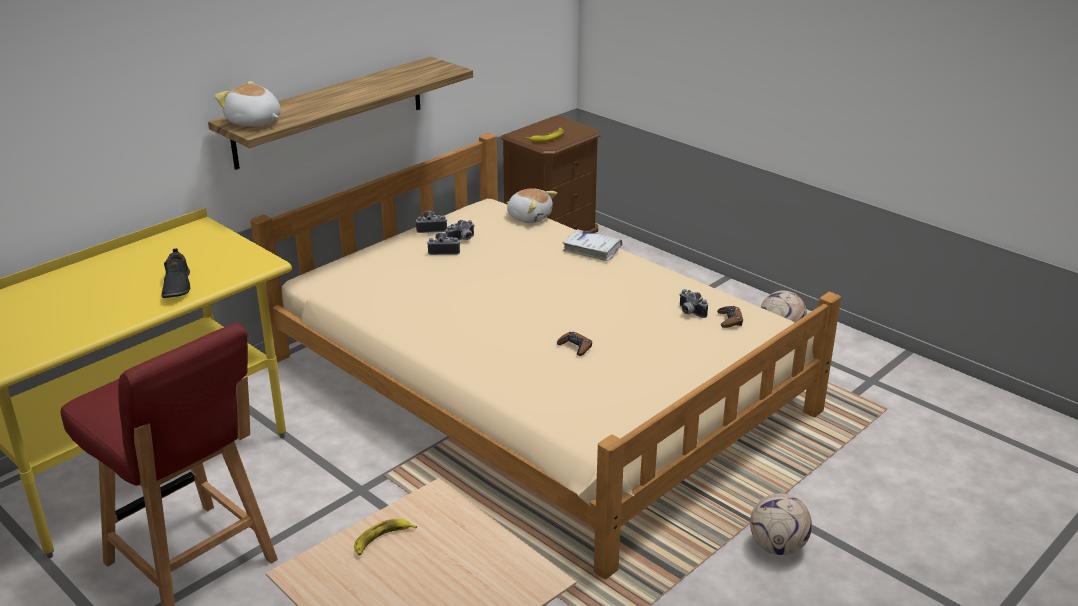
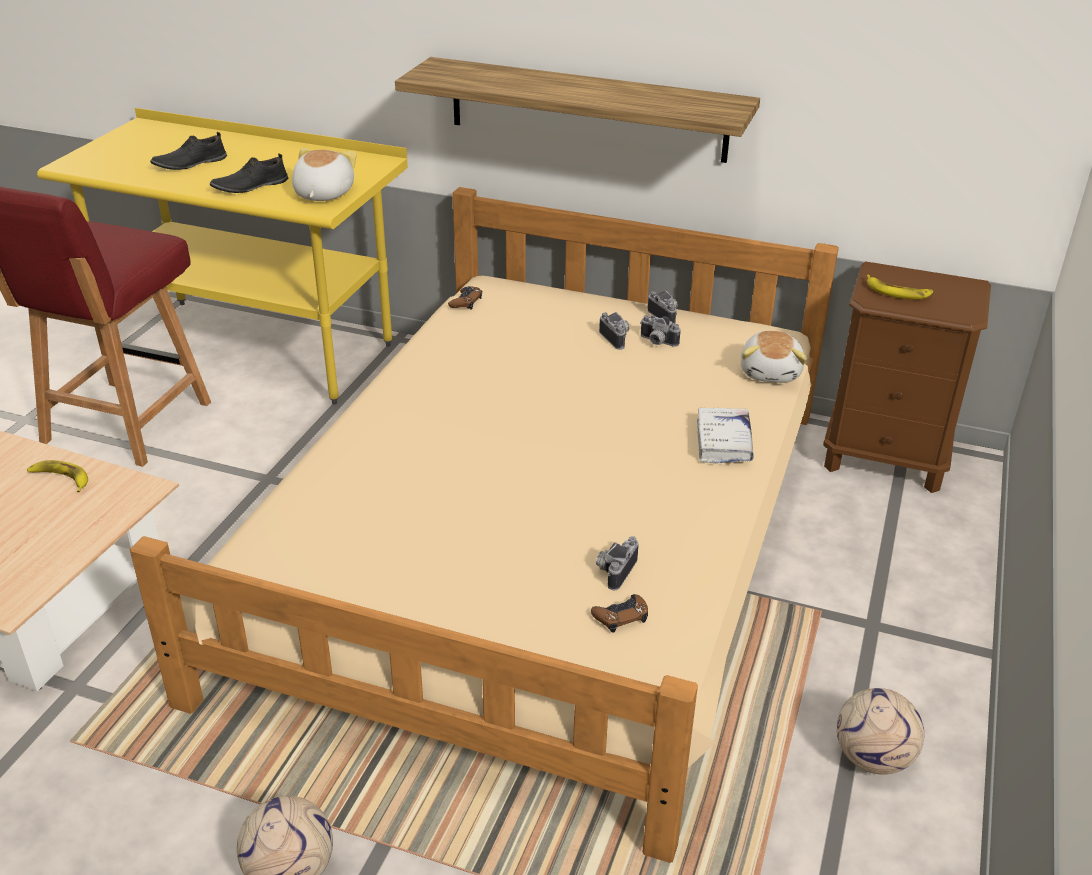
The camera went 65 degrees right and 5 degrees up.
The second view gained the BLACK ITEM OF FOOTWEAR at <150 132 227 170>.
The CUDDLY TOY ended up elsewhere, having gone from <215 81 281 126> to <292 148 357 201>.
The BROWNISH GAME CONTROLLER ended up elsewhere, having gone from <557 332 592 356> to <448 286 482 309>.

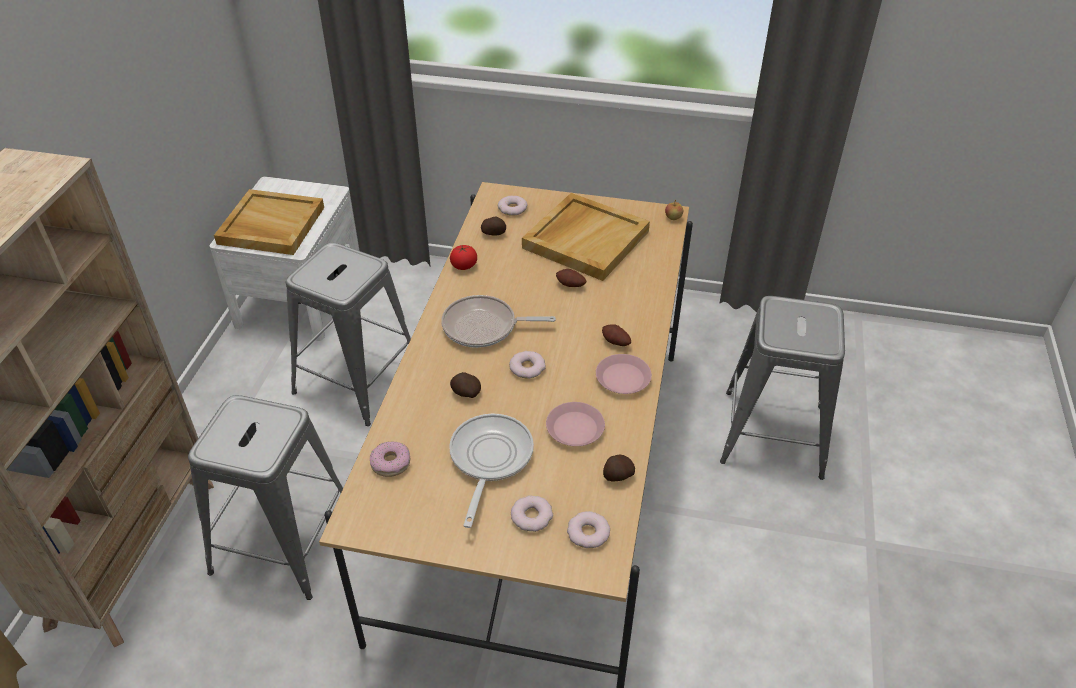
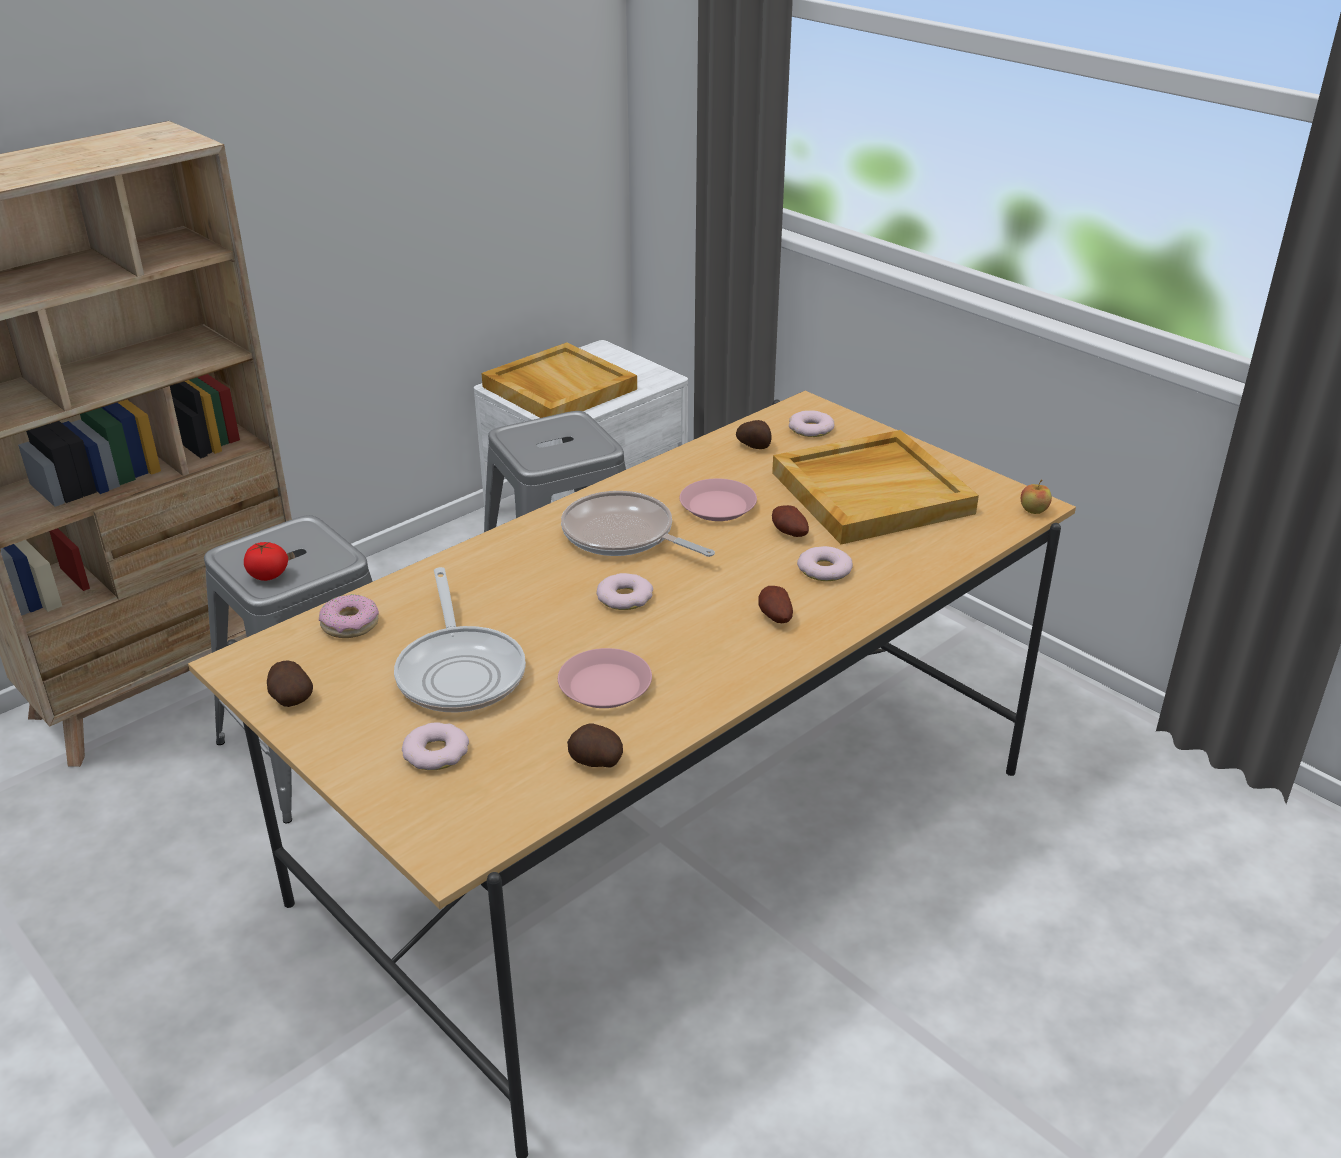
The camera went 35 degrees right and 10 degrees down.
The FRESH TOMATO ended up elsewhere, having gone from <450 245 477 270> to <244 542 288 581>.
The SPUD ended up elsewhere, having gone from <450 372 481 398> to <267 660 313 707>.
The SKILLET at <449 414 534 528> ended up facing another way, 120 degrees clockwise from before.
The PINKISH DINNER PLATE ended up elsewhere, having gone from <596 354 652 394> to <679 478 757 521>.
The RING DOUGHNUT ended up elsewhere, having gone from <567 511 610 548> to <797 546 853 581>.
The second view lost the GREYISH STOOL at <720 296 845 480>.

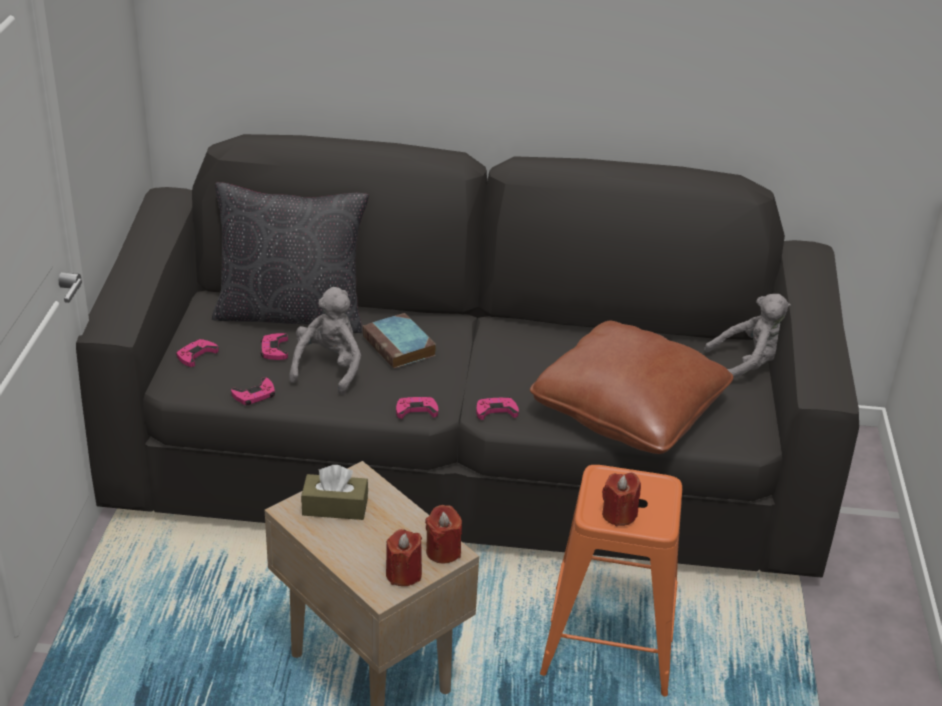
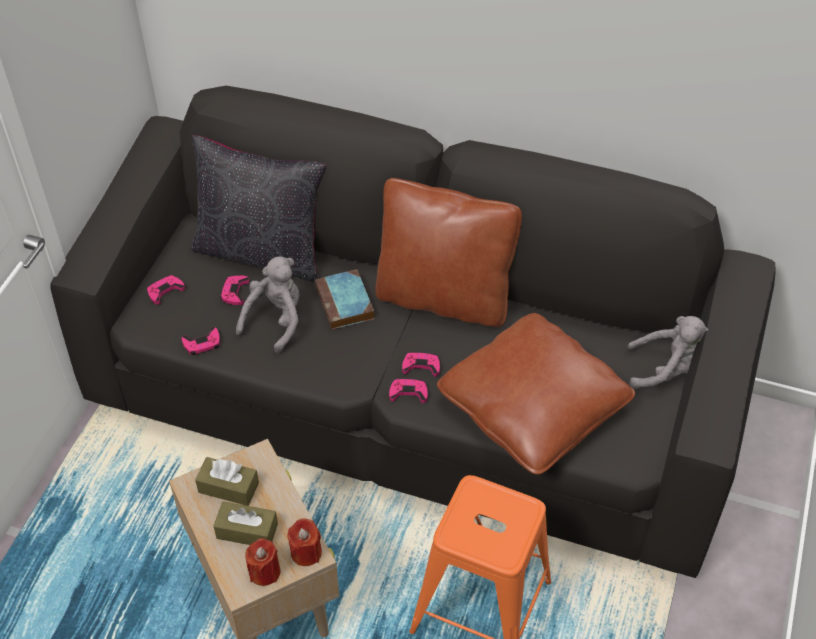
The camera went 15 degrees right and 15 degrees up.
The second view gained the BROWNISH BOX OF TISSUES at <214 501 278 545>.
The second view gained the BROWNISH CUSHION at <375 178 522 327>.
The PINKISH GAME CONTROLLER ended up elsewhere, having gone from <396 396 438 419> to <402 352 440 377>.
The second view lost the RED WAX CANDLE at <602 473 641 527>.

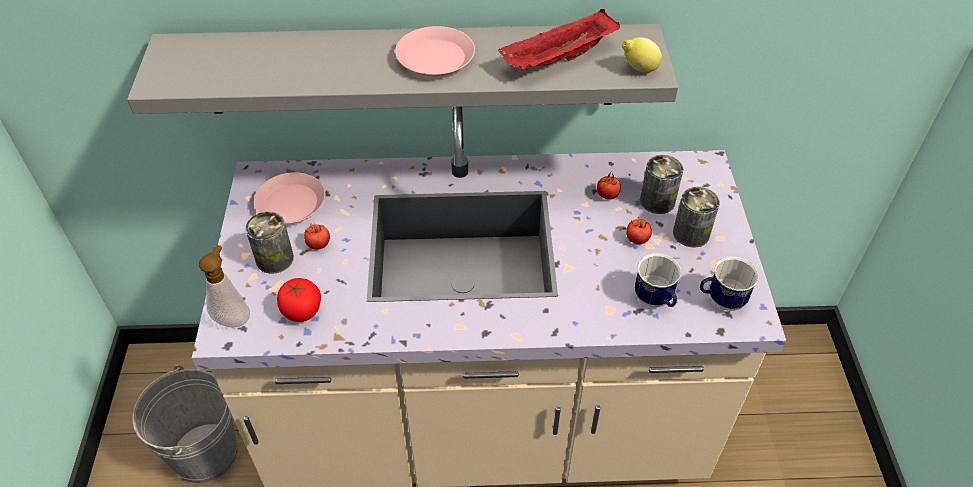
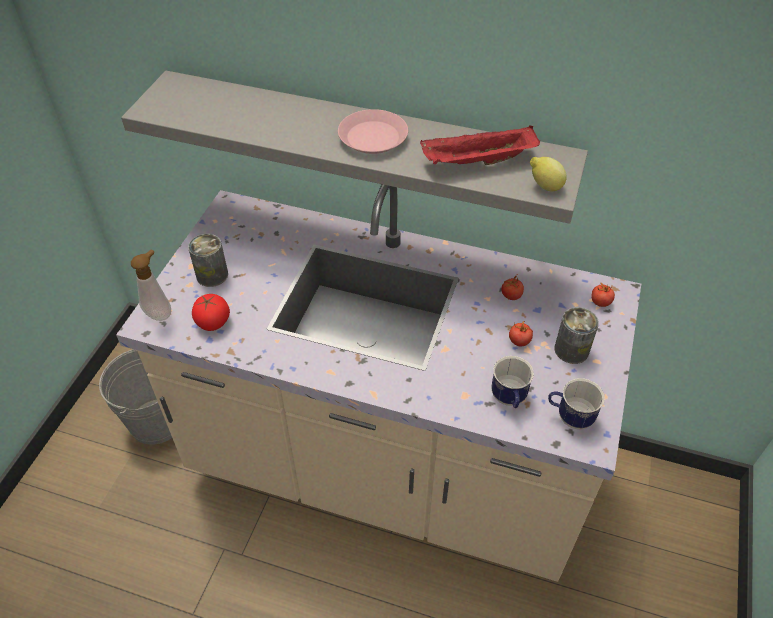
The camera went 20 degrees right and 0 degrees up.
The FRESH TOMATO ended up elsewhere, having gone from <304 223 330 250> to <592 282 615 307>.
The second view lost the PINKISH DINNER PLATE at <254 172 325 224>.
The second view lost the METAL CAN at <640 155 683 214>.

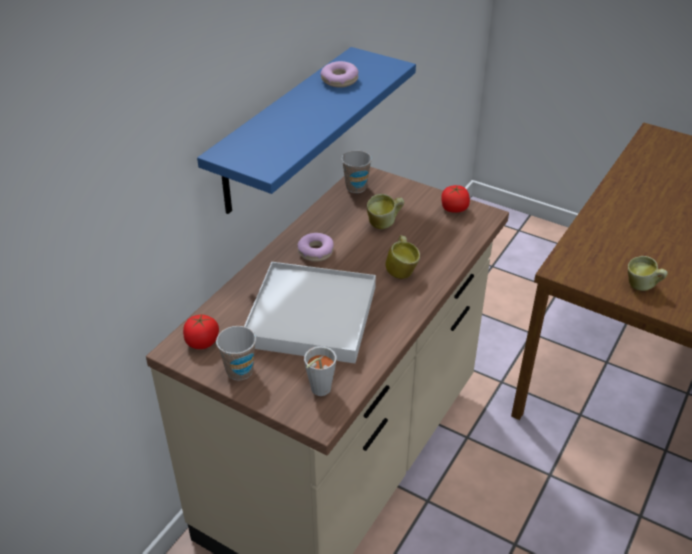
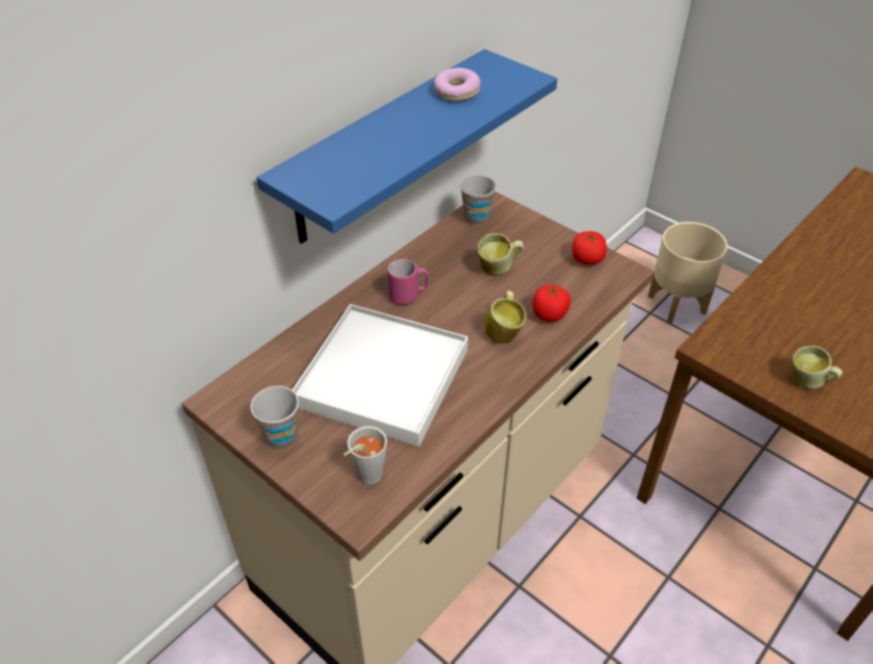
The camera went 10 degrees right and 5 degrees up.
Where the RING DOUGHNUT stood at <297 233 334 262>, the PINKISH COFFEE MUG came to stand at <387 259 429 305>.
The FRESH TOMATO ended up elsewhere, having gone from <183 314 219 349> to <532 284 571 322>.
The second view gained the BEIGE PLANTER at <648 222 728 324>.

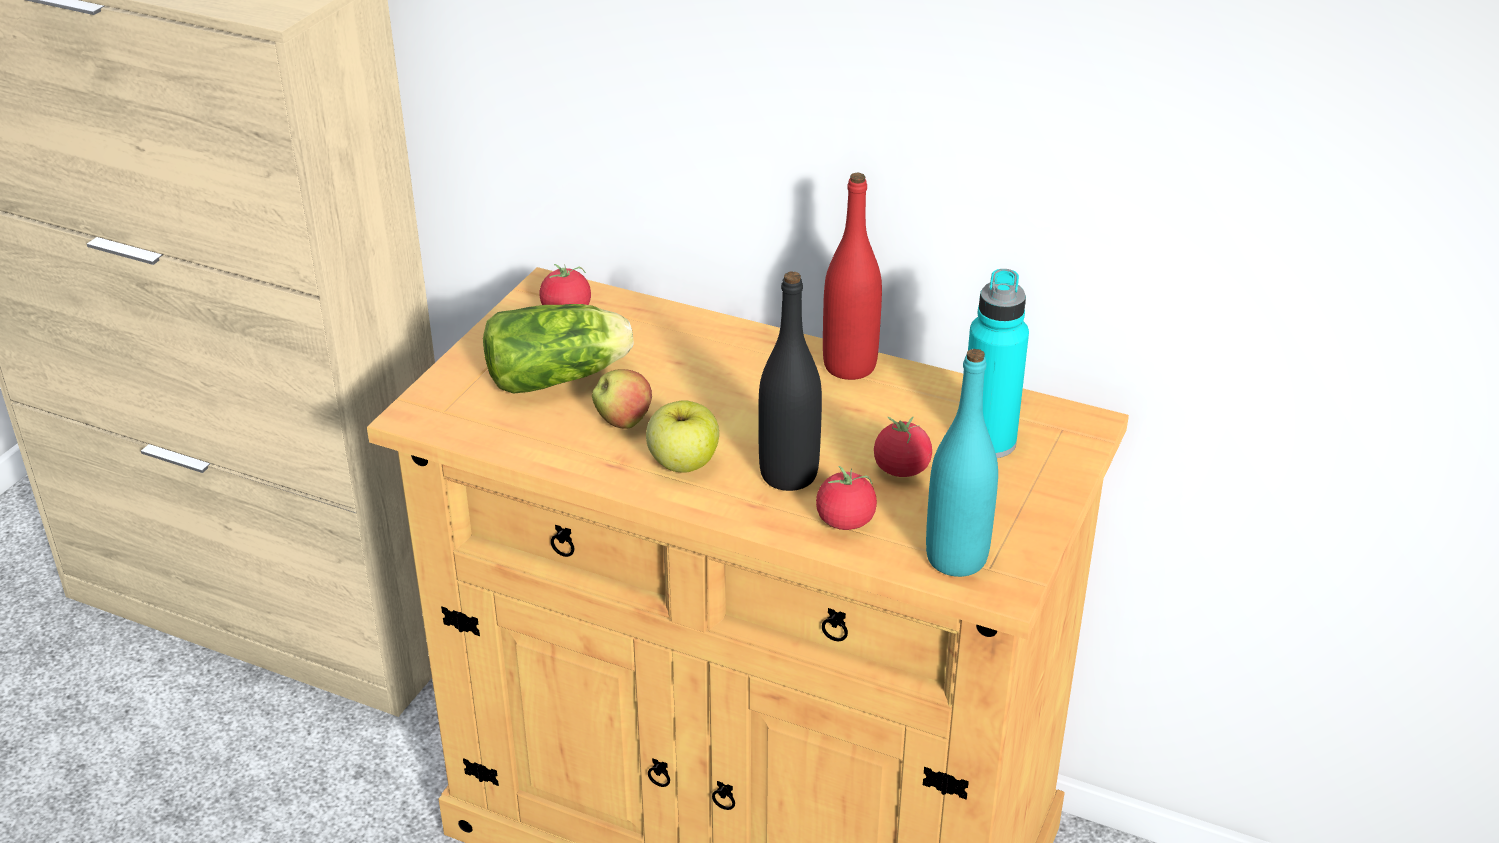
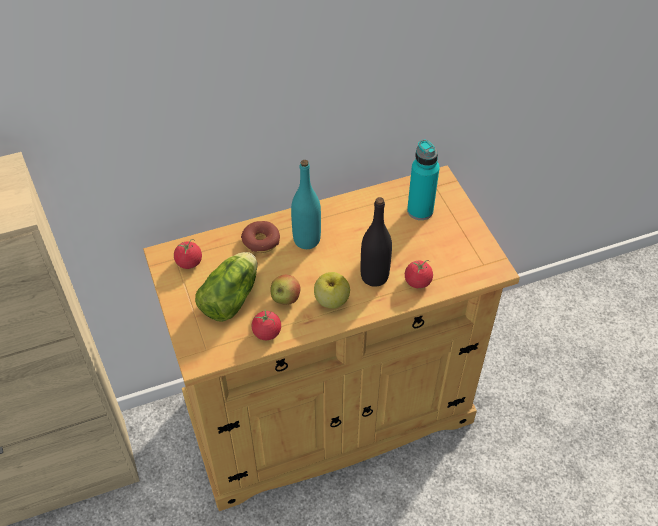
The camera went 45 degrees left and 15 degrees up.
The second view gained the RING DOUGHNUT at <241 221 280 253>.
The FRESH TOMATO ended up elsewhere, having gone from <874 417 932 477> to <251 310 281 340>.
The TURQUOISE BOTTLE ended up elsewhere, having gone from <926 349 998 577> to <291 160 321 249>.
The second view lost the RED BOTTLE at <823 173 882 380>.

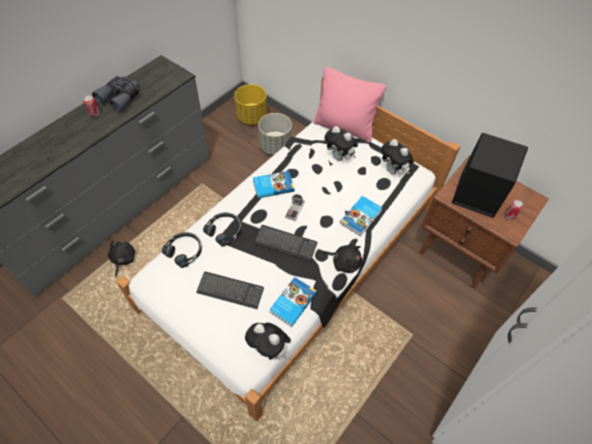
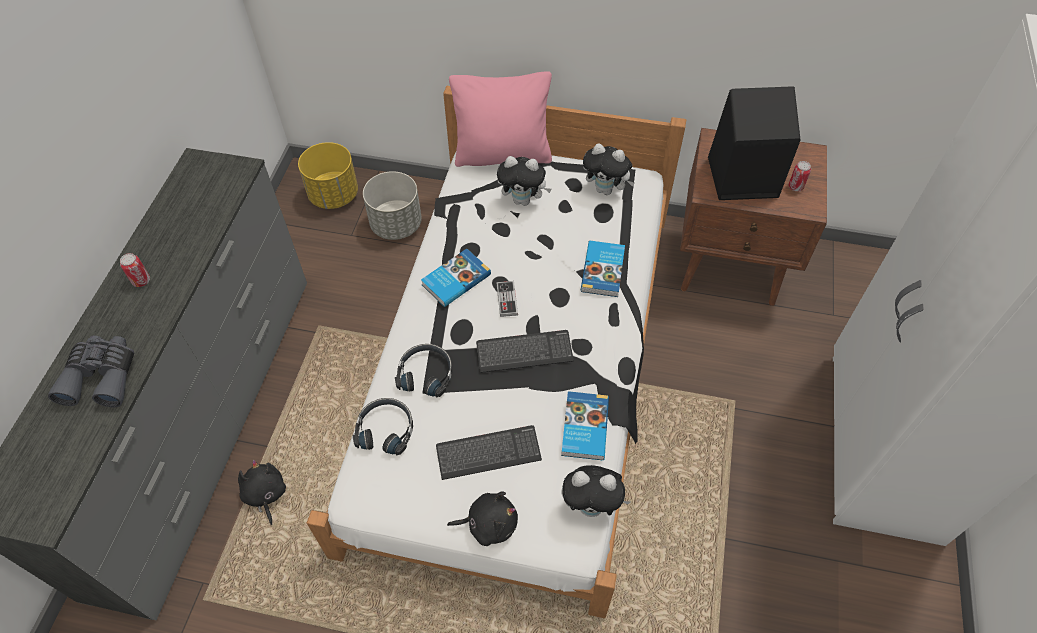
The camera went 25 degrees left and 0 degrees up.
The GREYISH PAIR OF BINOCULARS ended up elsewhere, having gone from <92 76 139 112> to <48 335 135 407>.
The BLACK CUDDLY TOY ended up elsewhere, having gone from <323 245 362 273> to <447 491 518 546>.

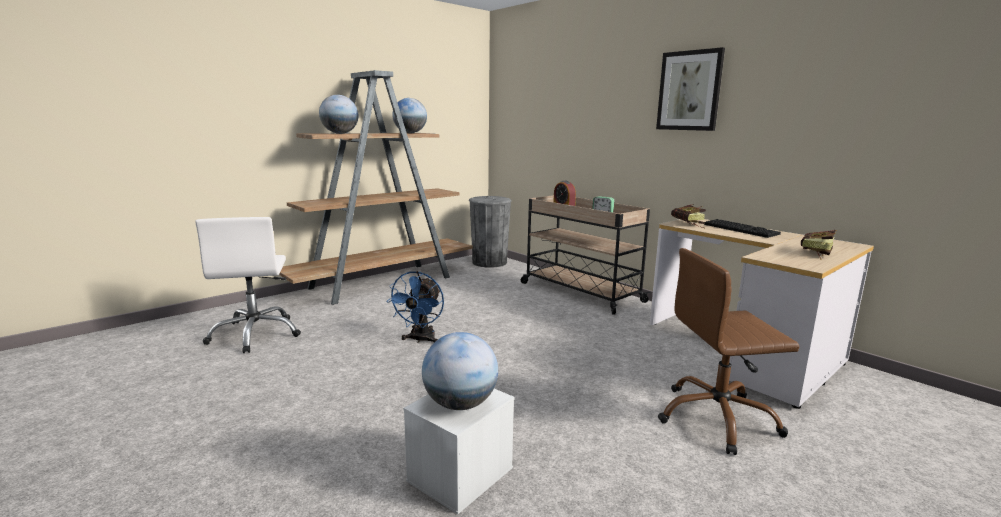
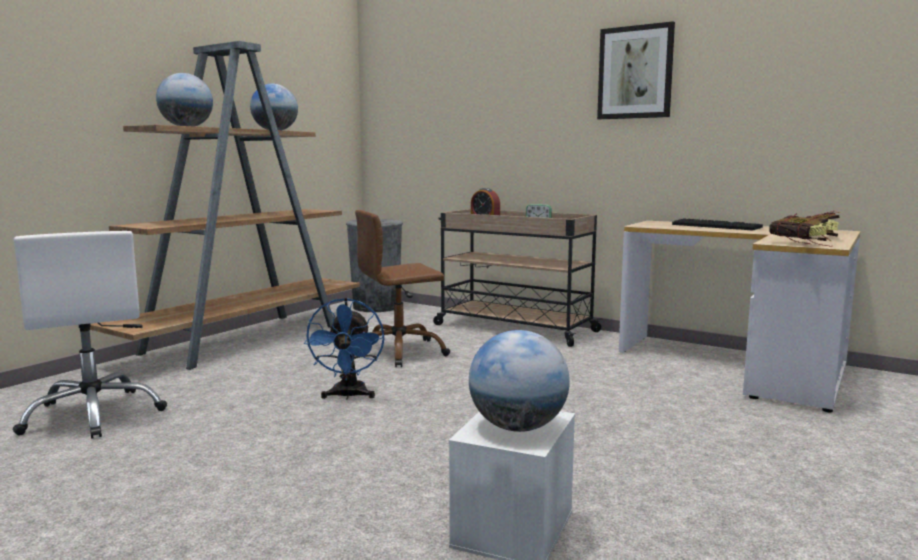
The camera went 15 degrees left and 5 degrees down.
The BROWNISH DESK CHAIR ended up elsewhere, having gone from <658 248 799 455> to <355 210 450 367>.
The BOOK ended up elsewhere, having gone from <671 204 706 228> to <769 214 833 247>.

